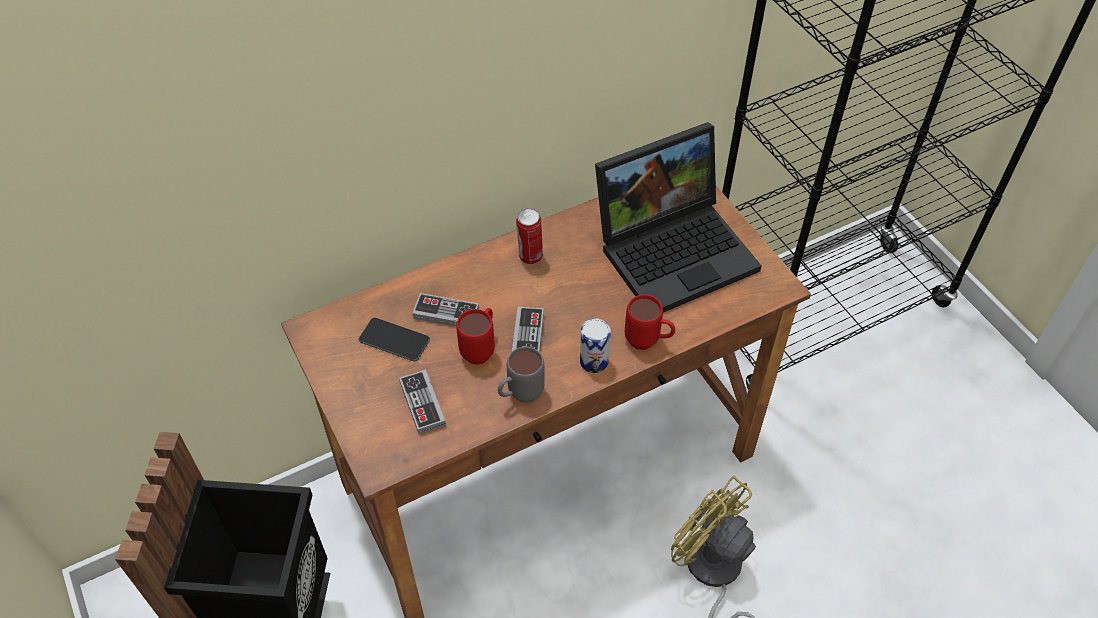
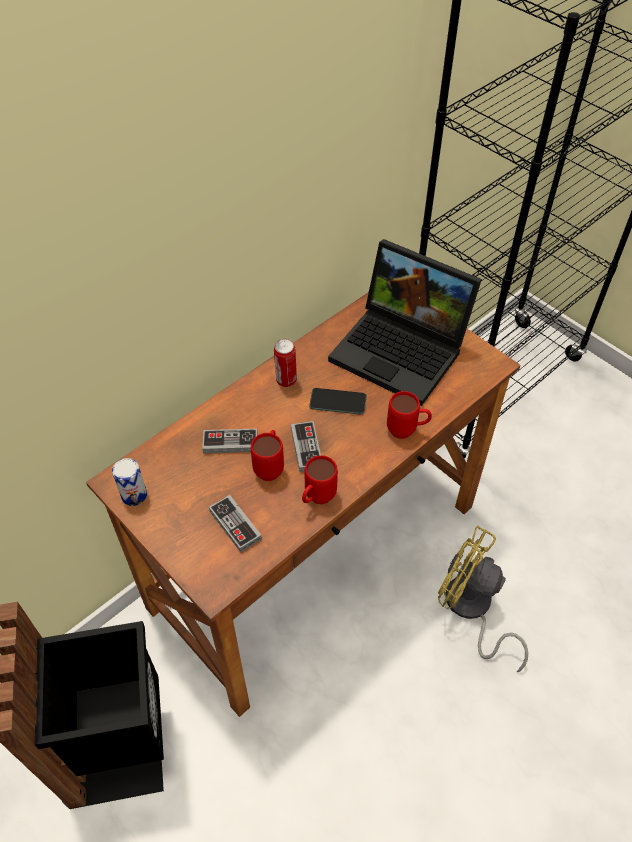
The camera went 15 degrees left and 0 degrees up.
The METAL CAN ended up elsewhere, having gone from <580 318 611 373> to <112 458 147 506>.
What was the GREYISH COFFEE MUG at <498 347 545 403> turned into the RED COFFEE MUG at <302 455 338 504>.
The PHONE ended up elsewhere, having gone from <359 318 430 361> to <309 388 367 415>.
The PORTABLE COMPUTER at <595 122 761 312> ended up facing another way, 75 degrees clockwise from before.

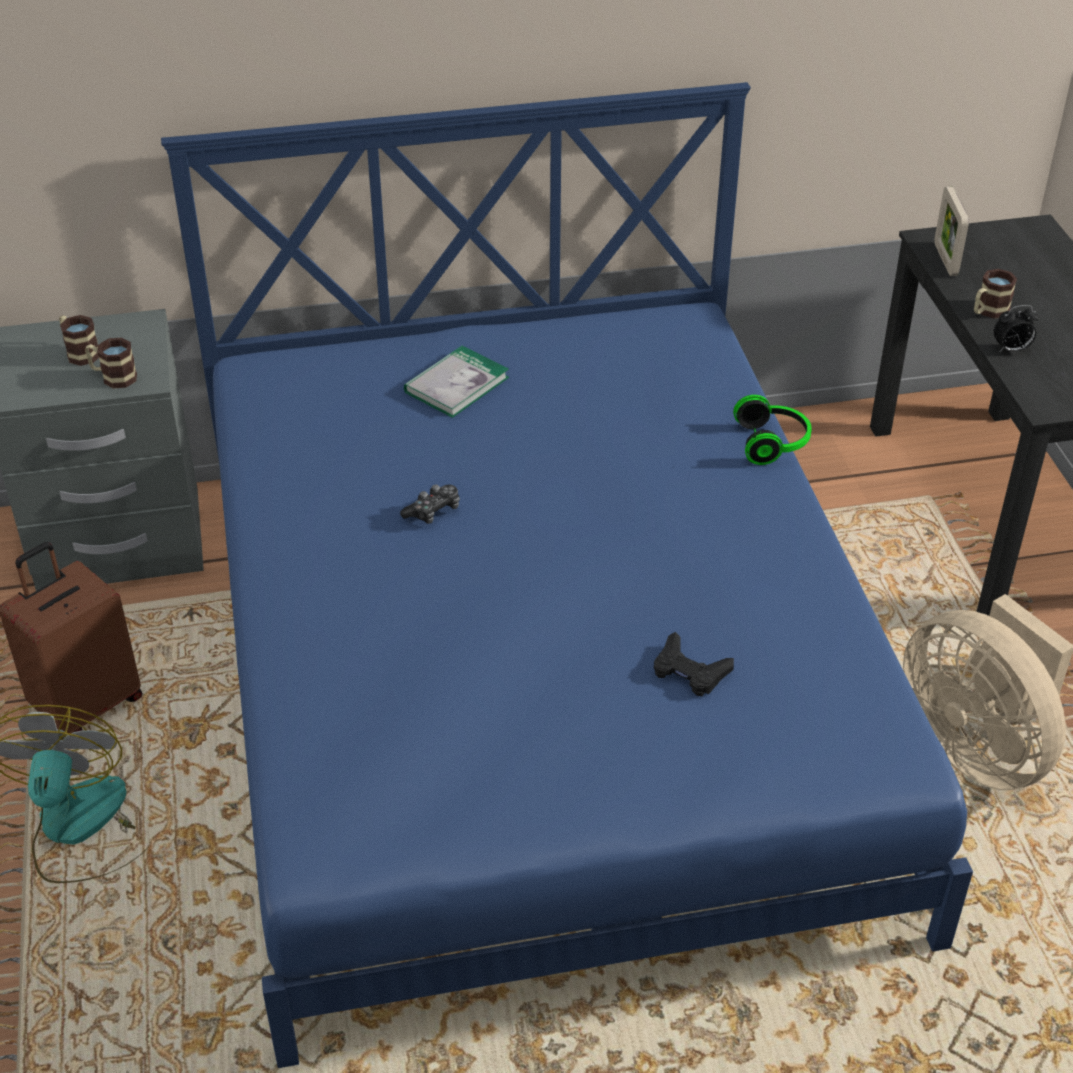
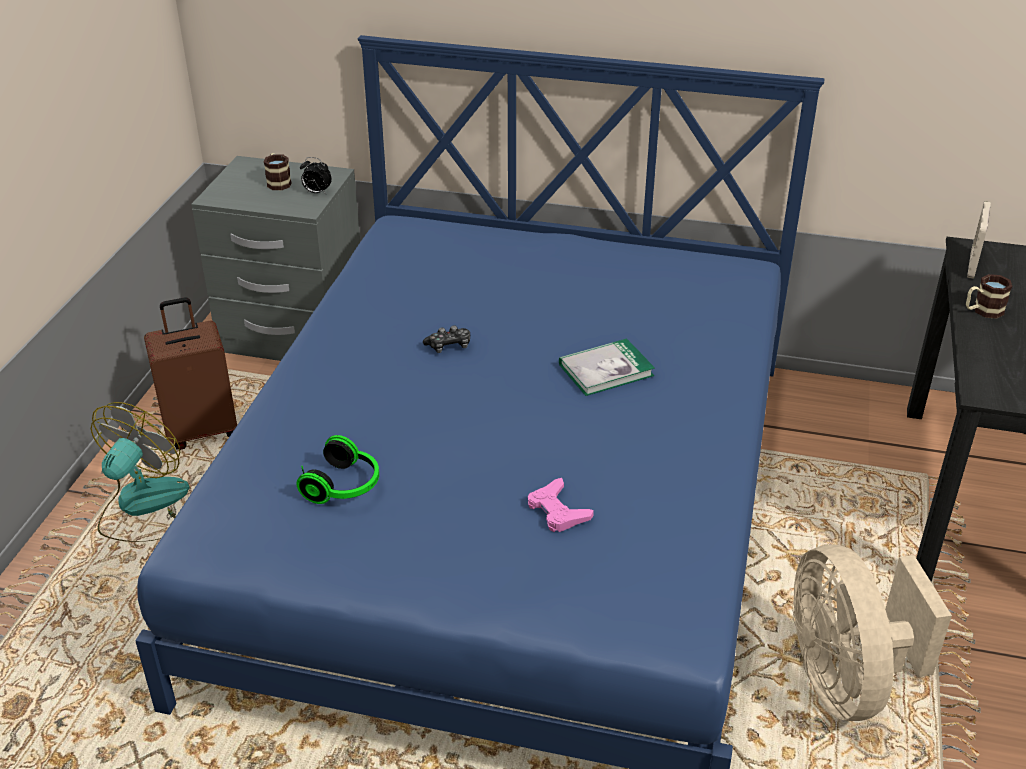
The camera went 25 degrees right and 5 degrees down.
The HEADSET ended up elsewhere, having gone from <733 395 812 465> to <297 435 379 504>.
The BEDSIDE CLOCK ended up elsewhere, having gone from <993 305 1039 352> to <300 157 332 194>.
What was the BLACK GAME CONTROLLER at <654 632 734 696> turned into the PINKISH GAME CONTROLLER at <528 478 594 532>.
The BOOK ended up elsewhere, having gone from <404 345 509 418> to <559 338 655 396>.
The second view lost the COFFEE MUG at <85 338 137 388>.

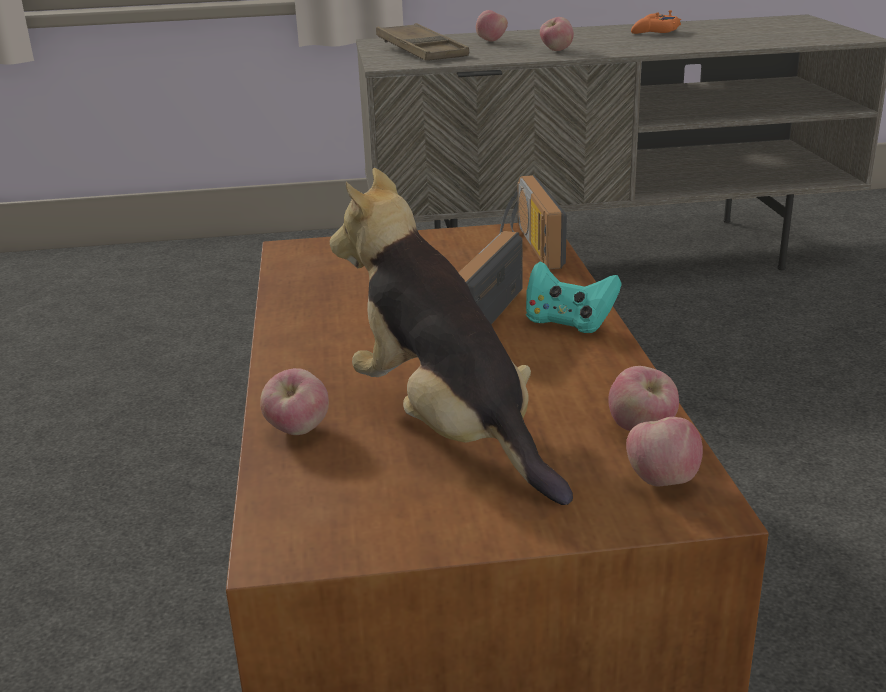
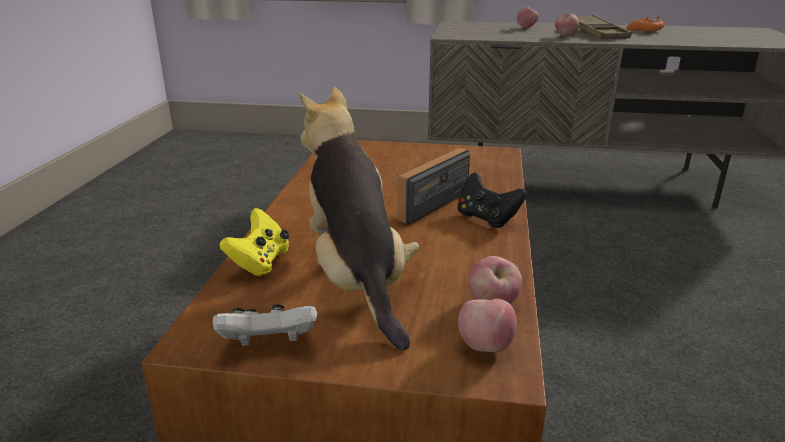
The camera went 15 degrees right and 0 degrees up.
The second view gained the WHITISH GAME CONTROLLER at <213 304 317 346>.
Where the APPLE stood at <260 368 329 435>, the YELLOW GAME CONTROLLER came to stand at <219 208 289 276>.
What was the TURQUOISE GAME CONTROLLER at <526 261 622 333> turned into the BLACK GAME CONTROLLER at <458 172 527 228>.
The BROWNISH TRAY ended up elsewhere, having gone from <376 23 469 61> to <576 15 632 39>.
The second view lost the RADIO at <500 175 567 270>.

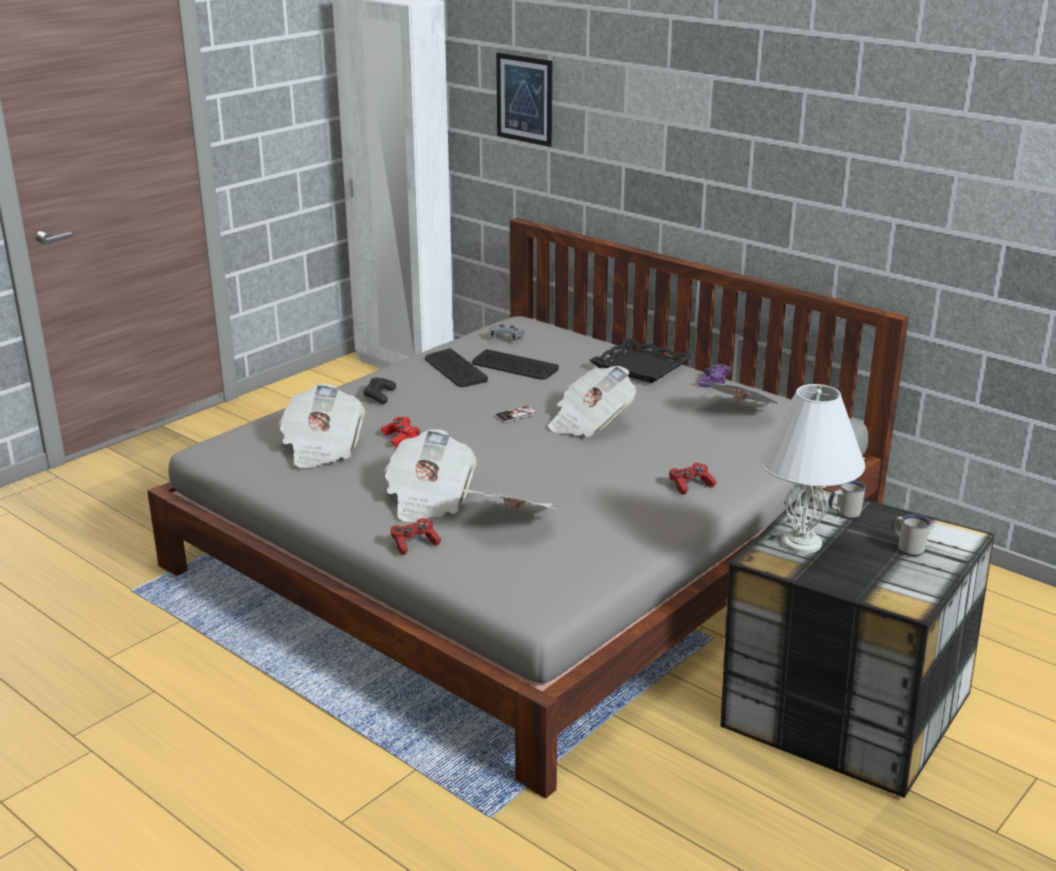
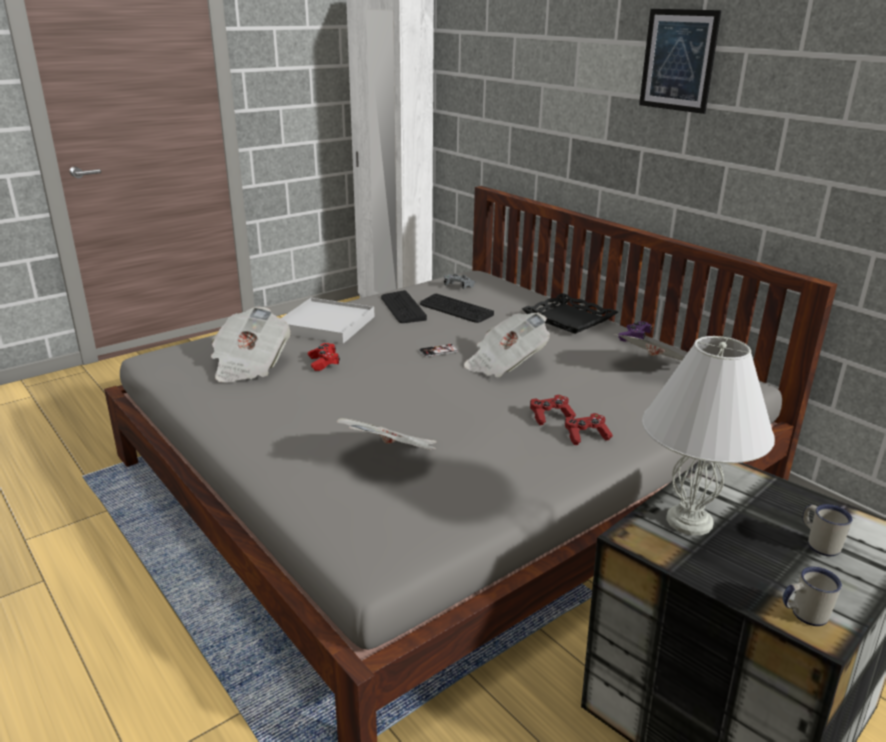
The camera went 10 degrees right and 0 degrees up.
Where the BLACK GAME CONTROLLER stood at <363 377 396 404>, the WHITISH TRAY came to stand at <280 298 374 344>.
The RED GAME CONTROLLER ended up elsewhere, having gone from <391 518 441 555> to <530 395 576 425>.
The WALL ART ended up elsewhere, having gone from <496 53 552 147> to <639 9 721 114>.
The WHITISH COFFEE MUG ended up elsewhere, having gone from <829 480 865 519> to <782 566 842 626>.
The second view lost the PRINTED PAPER at <384 429 477 522>.

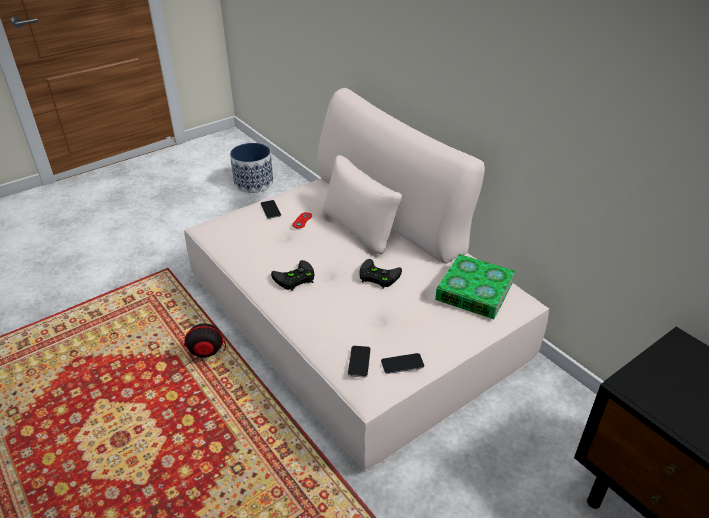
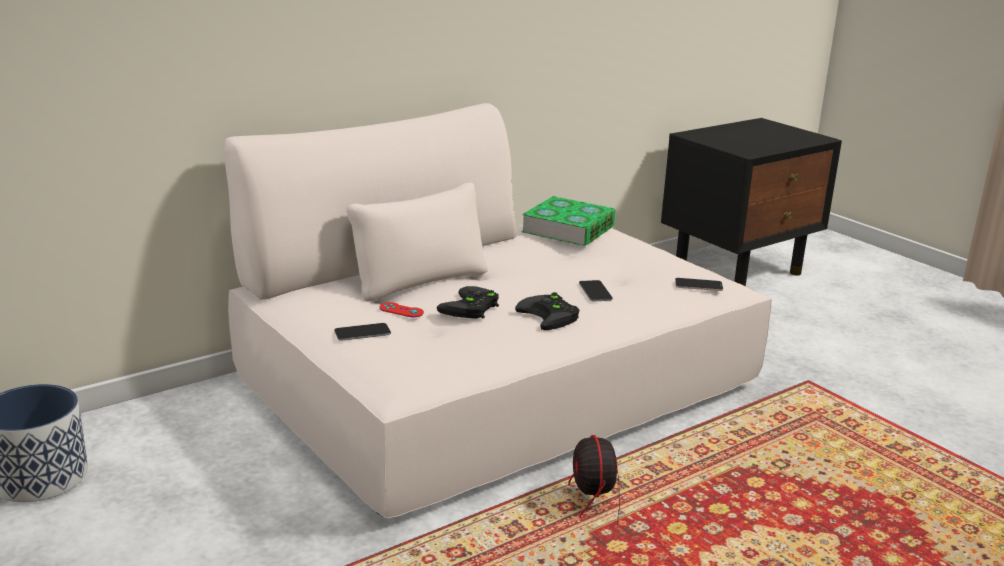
The camera went 90 degrees left and 15 degrees down.
The BLACK GAME CONTROLLER ended up elsewhere, having gone from <360 259 402 289> to <437 286 499 319>.
The PHONE ended up elsewhere, having gone from <381 353 424 374> to <579 280 613 301>.

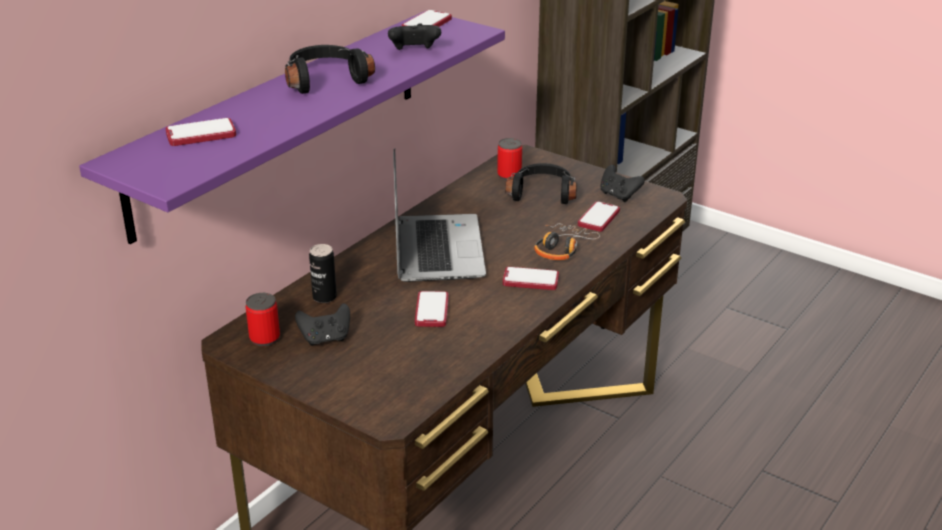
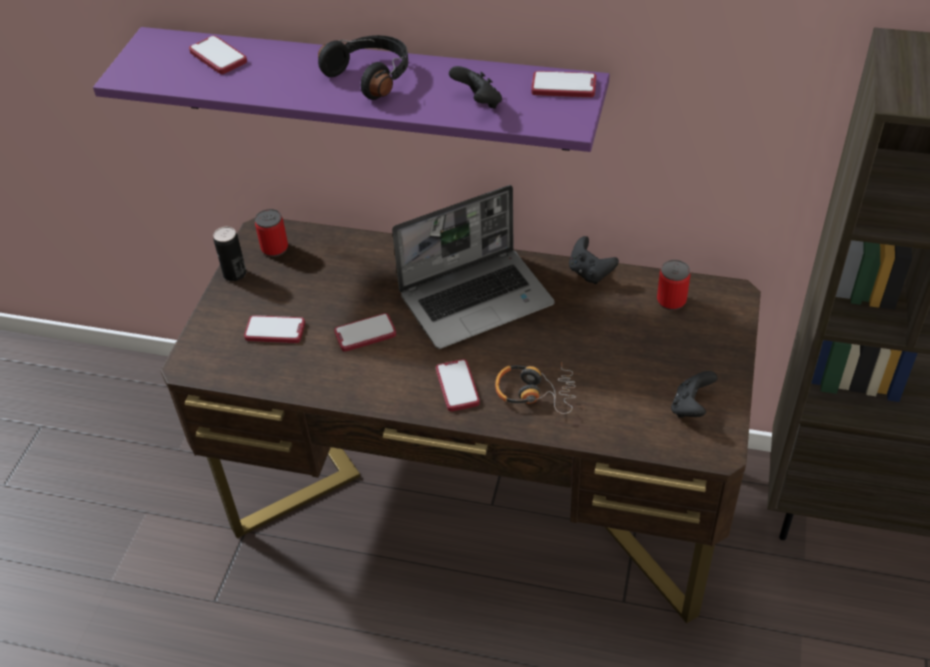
The camera went 70 degrees right and 15 degrees up.
The METAL CAN ended up elsewhere, having gone from <309 244 337 303> to <213 226 246 281>.
The PHONE ended up elsewhere, having gone from <578 201 620 232> to <244 315 305 343>.
The BLACK GAME CONTROLLER ended up elsewhere, having gone from <295 303 350 346> to <569 236 619 284>.
The second view lost the BLACK HEADSET at <505 163 577 204>.

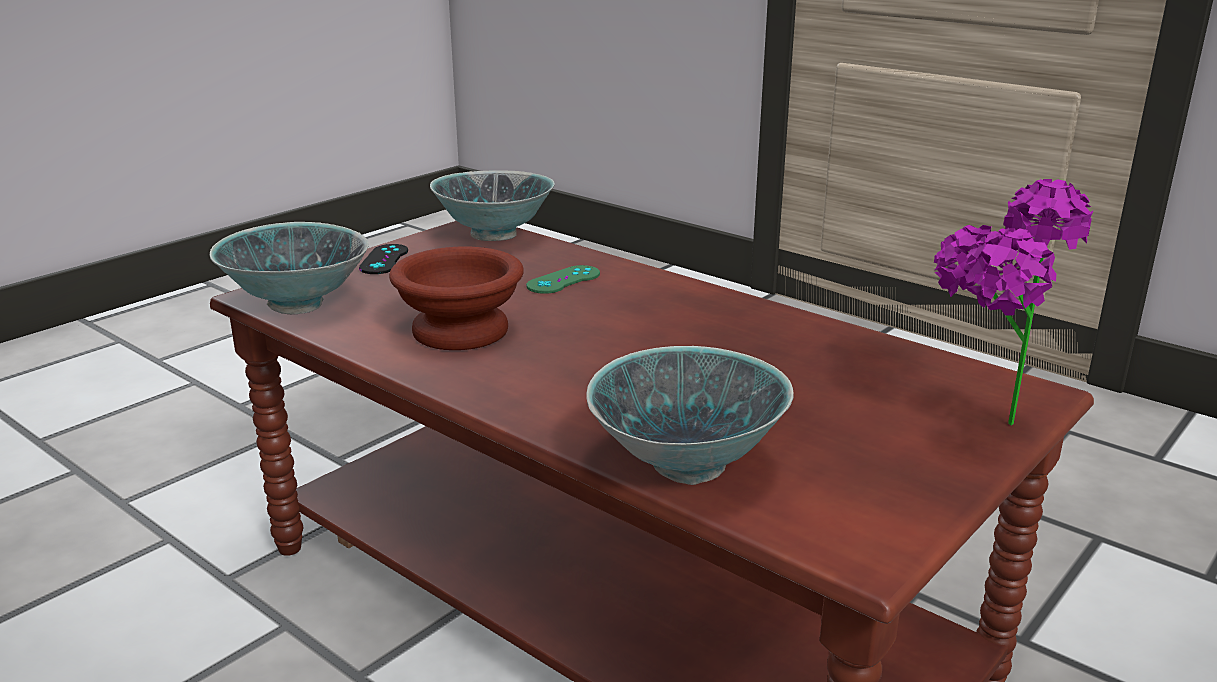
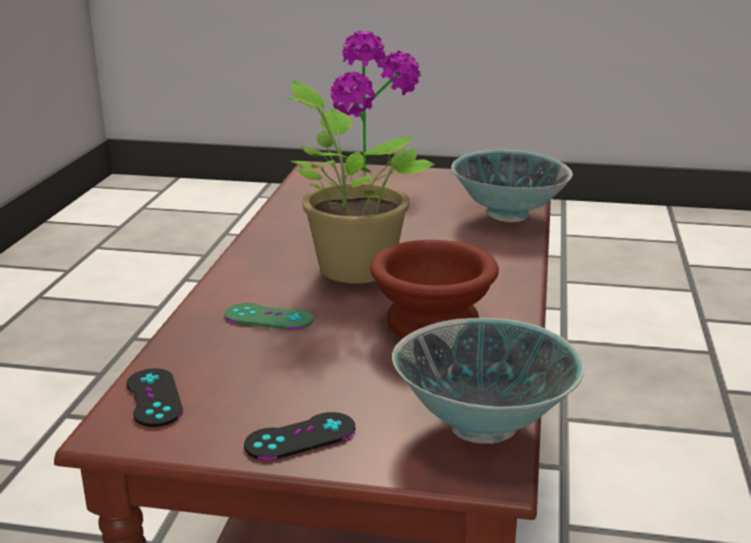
The camera went 120 degrees left and 0 degrees up.
Where the SERVING BOWL stood at <430 170 555 241>, the BLACK GAME CONTROLLER came to stand at <127 368 183 427>.
The second view gained the HOUSEPLANT at <285 80 435 284>.

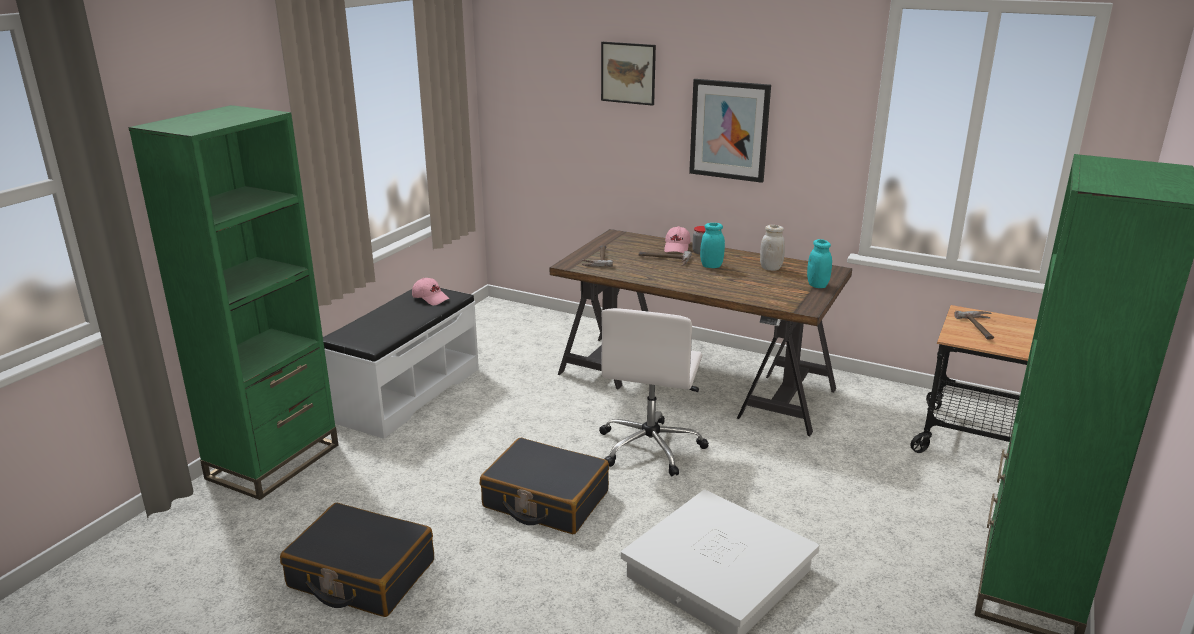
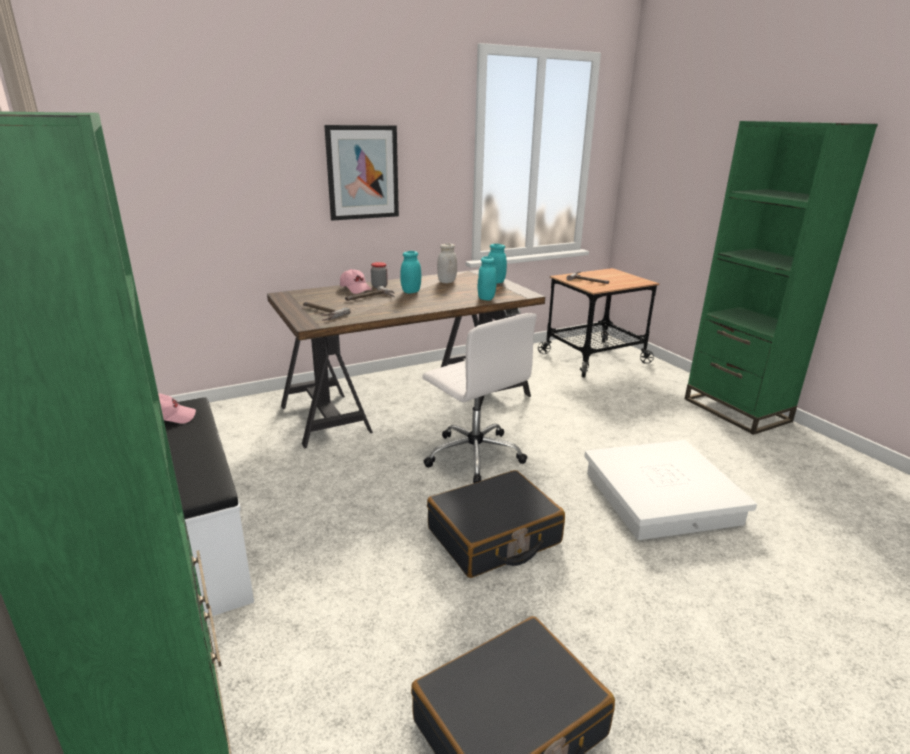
The camera went 55 degrees left and 0 degrees up.
The second view gained the TURQUOISE PRESERVE JAR at <478 256 497 300>.
The second view lost the WALL ART at <601 42 656 106>.

